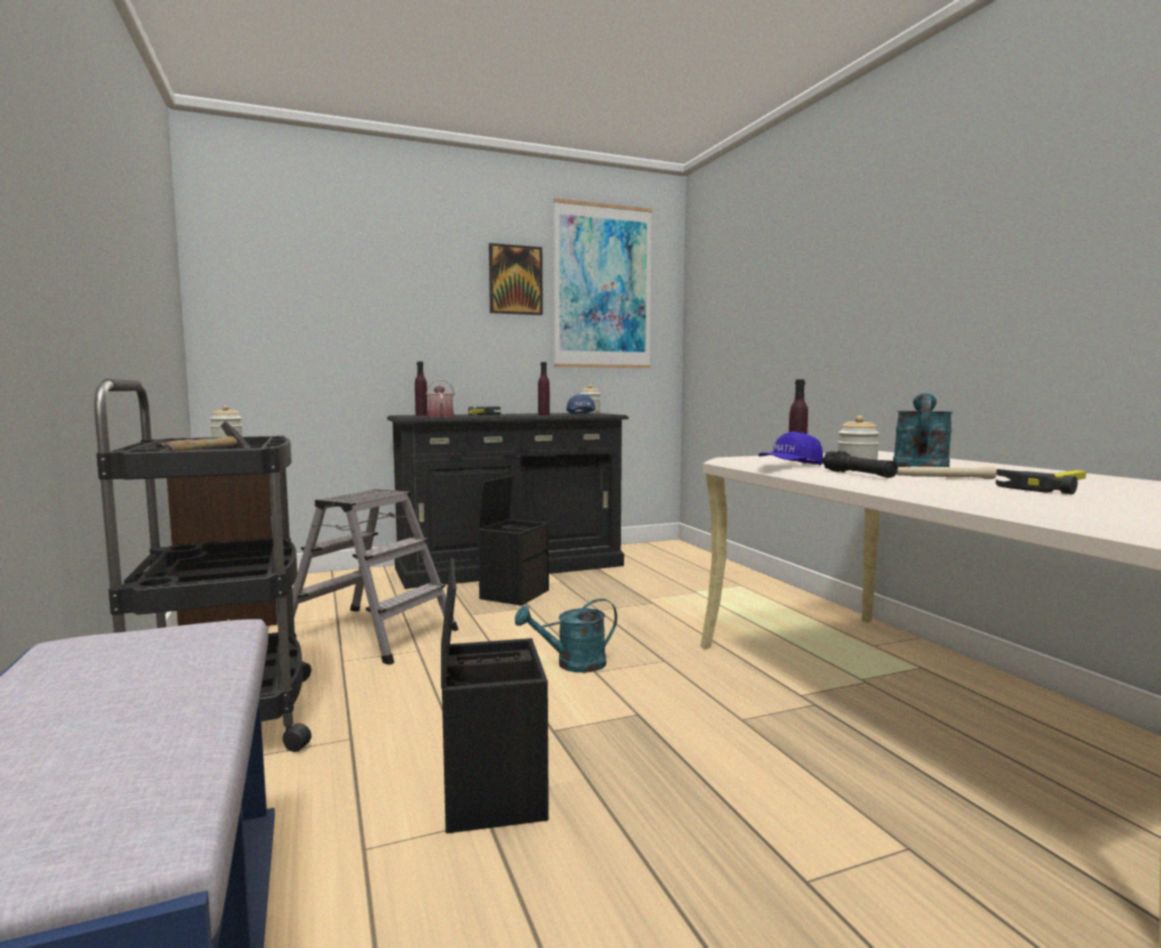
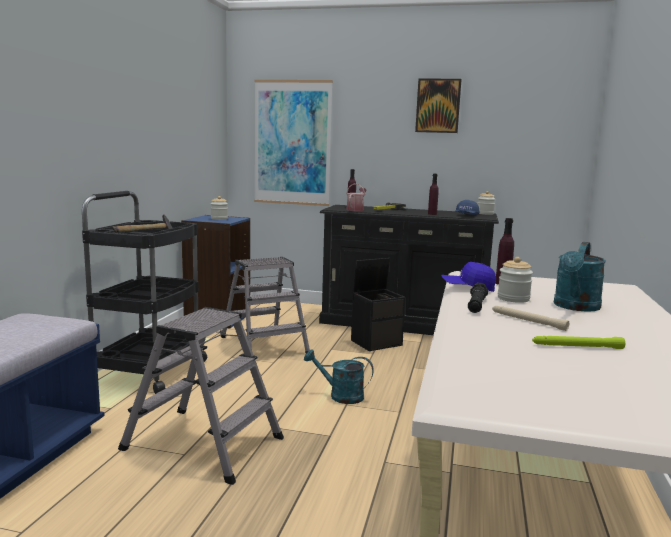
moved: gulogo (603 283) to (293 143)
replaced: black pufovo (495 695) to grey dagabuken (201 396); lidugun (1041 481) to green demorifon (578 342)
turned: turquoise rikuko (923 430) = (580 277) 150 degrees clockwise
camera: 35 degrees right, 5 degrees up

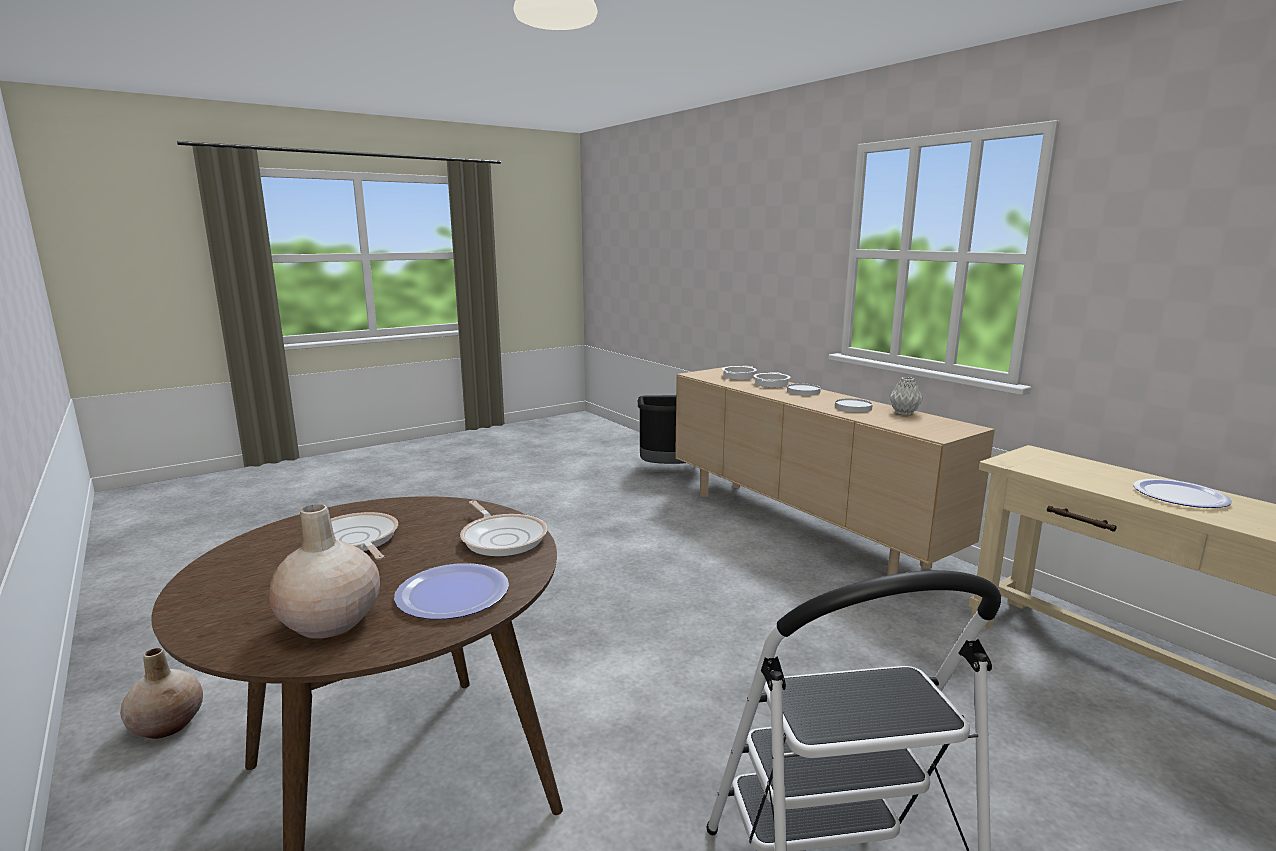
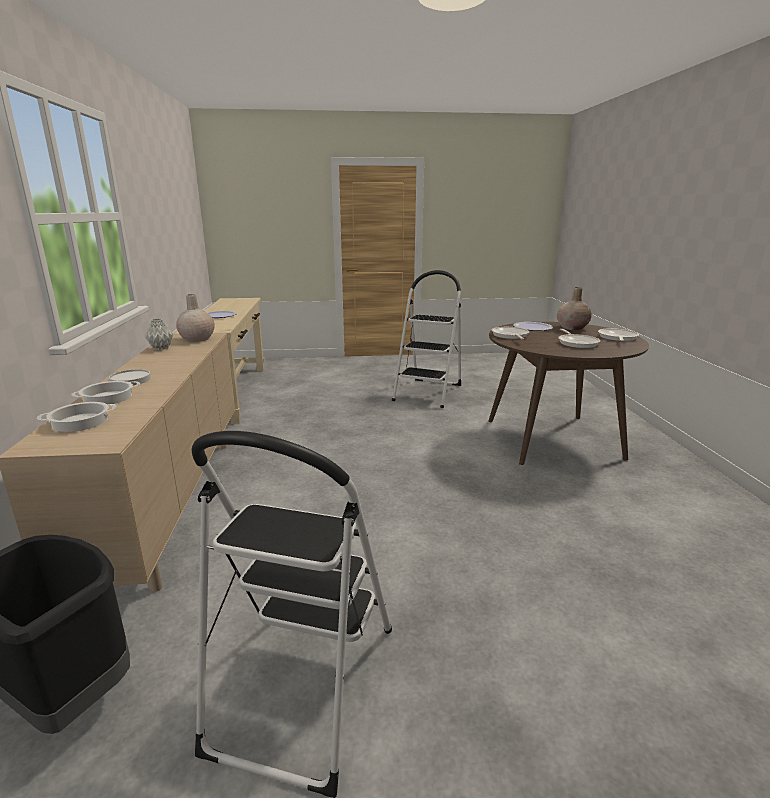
removed: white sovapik (854 405)
added: dagabuken (292 614); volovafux (618 334)
moved: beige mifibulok (161 693) to (195 318)
camera: 150 degrees left, 5 degrees up

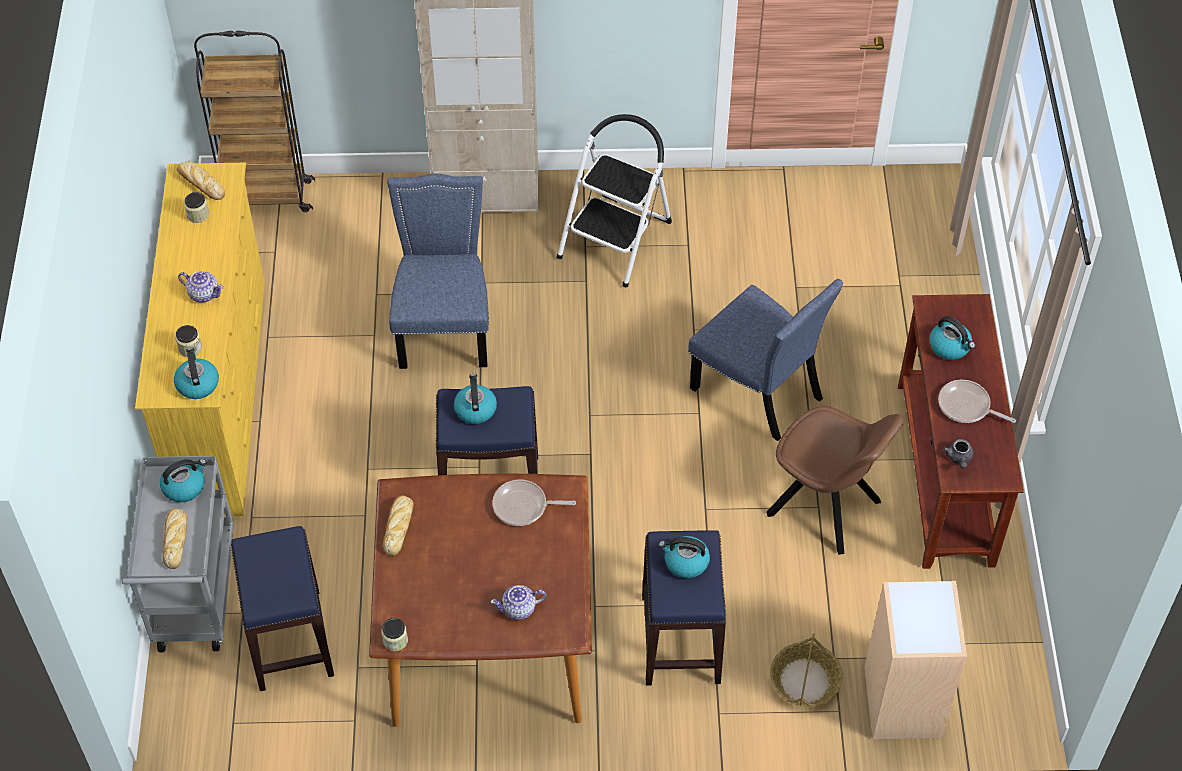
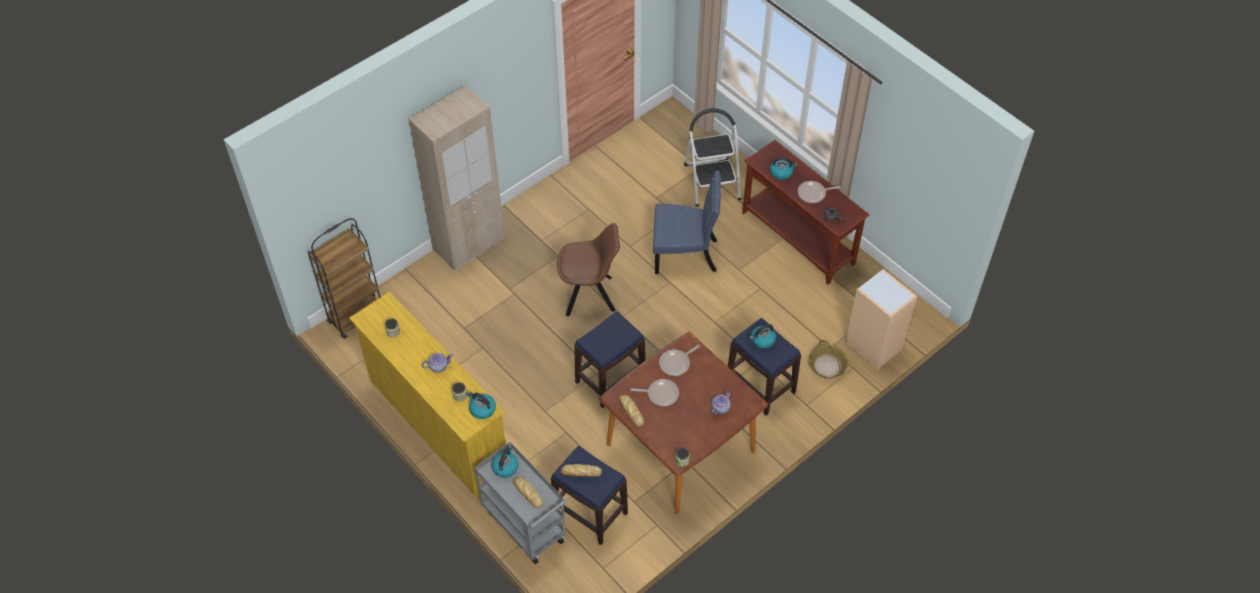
removed: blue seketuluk (438 271); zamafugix (475 398)
added: volovafux (655 392)
moved: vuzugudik (201 180) to (581 470); dagabuken (614 200) to (713 157); brown seketuluk (835 480) to (588 269)
camera: 40 degrees left, 0 degrees up

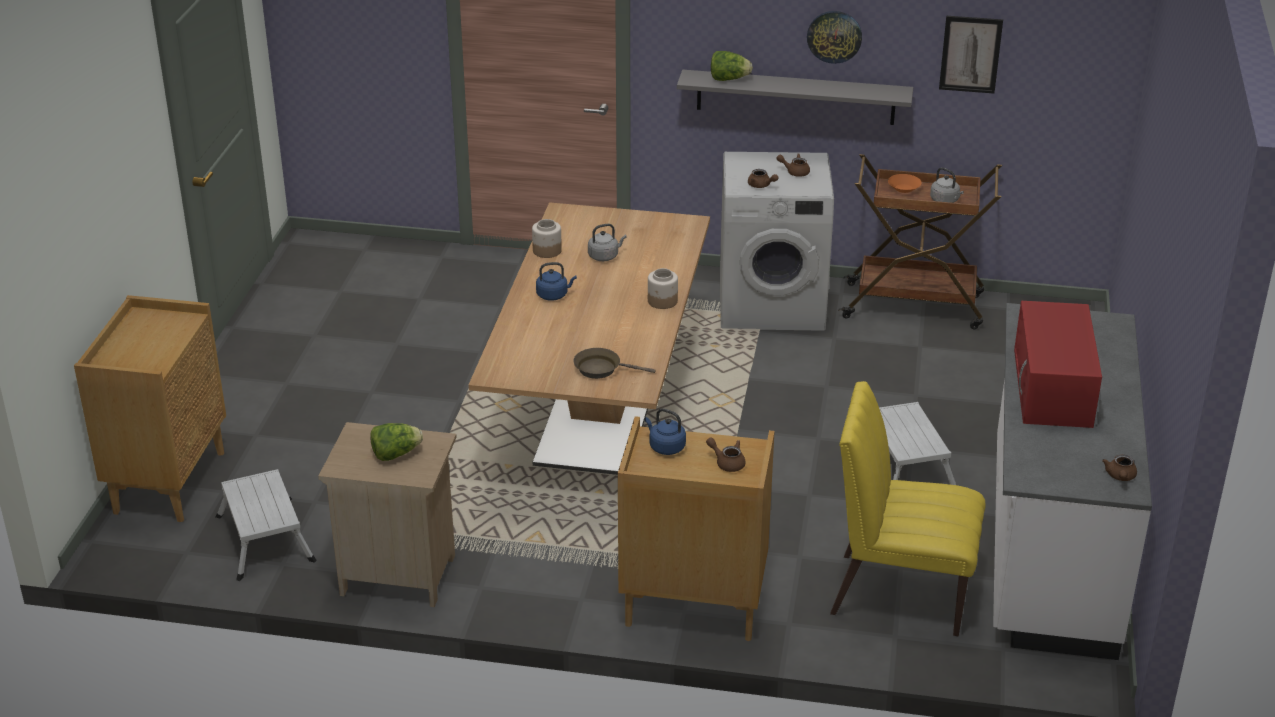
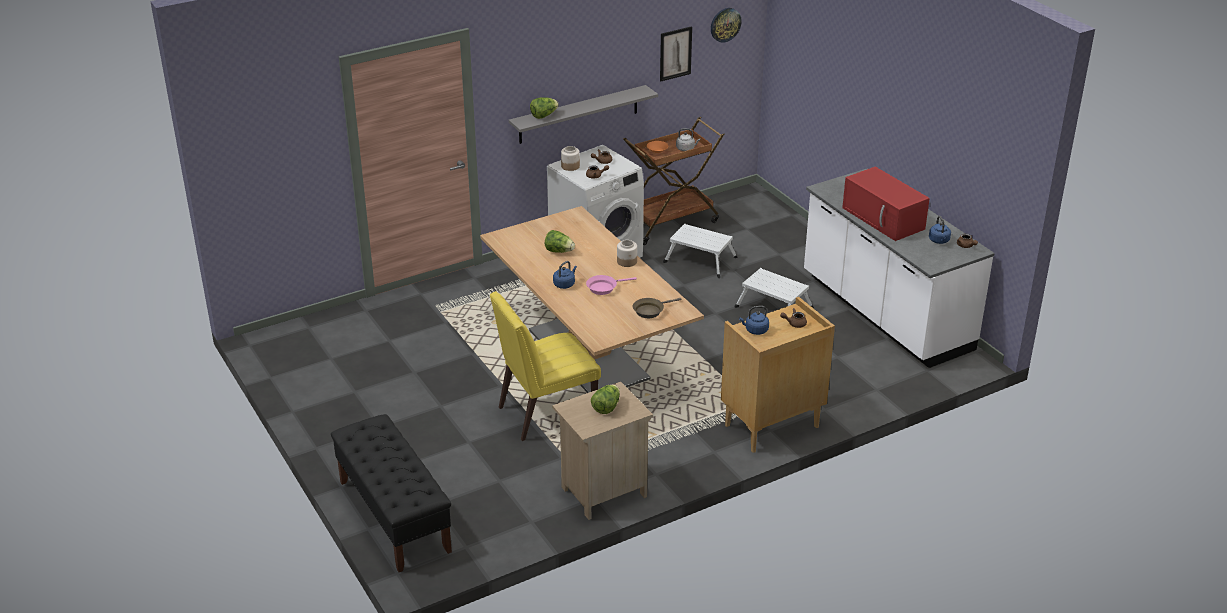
added: pink volovafux (611 285); blue zamafugix (940 230)
moved: white dagabuken (266 525) to (700 250); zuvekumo (547 238) to (570 158); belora (834 37) to (726 25); yellow seketuluk (907 508) to (545 366)
replaced: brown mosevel (150 408) to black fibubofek (391 493); grey zamafugix (607 242) to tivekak (560 241)
camera: 40 degrees left, 0 degrees up

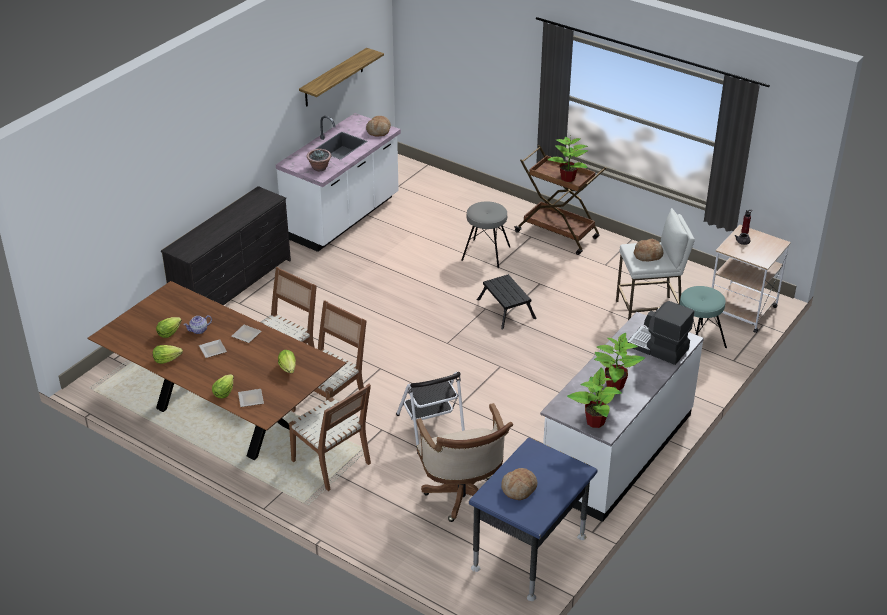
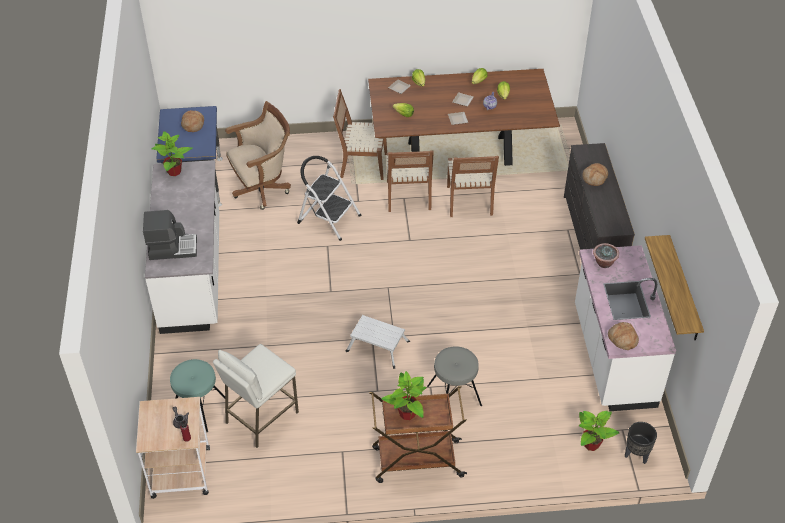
added: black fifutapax (641 443)
moved: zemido (619 361) to (599 431); vuzugudik (649 250) to (595 174)
recoloured: black dagabuken (507 301) to white dagabuken (378 342)
turned: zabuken (464 462) = (258 155) 120 degrees clockwise
camera: 140 degrees right, 10 degrees up

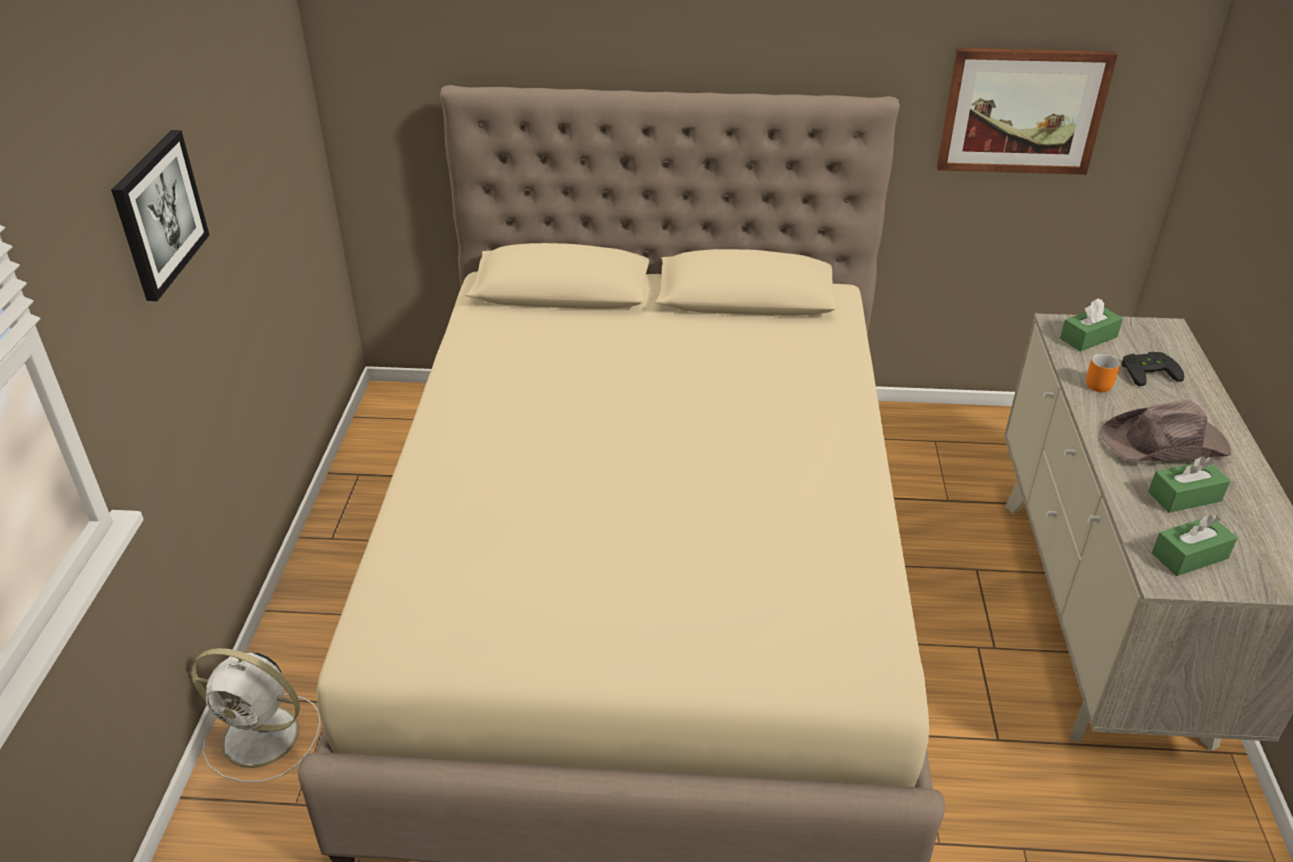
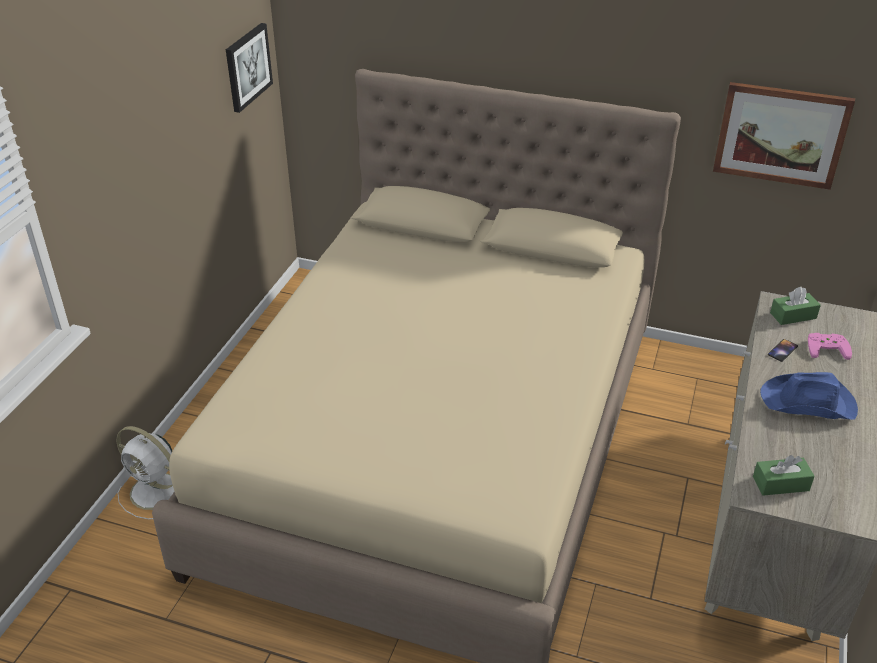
removed: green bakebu (1189 484)
moved: gulogo (160 215) to (249 68)
replaced: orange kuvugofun (1103 372) to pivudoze (783 350)
recoloured: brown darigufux (1165 431) to blue darigufux (809 396); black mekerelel (1153 369) to pink mekerelel (830 346)
camera: 15 degrees right, 0 degrees up

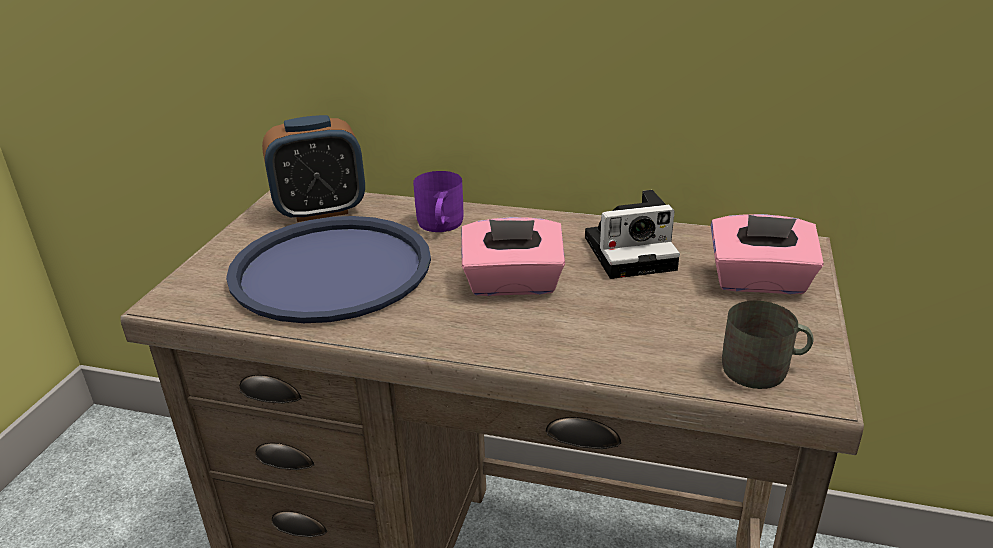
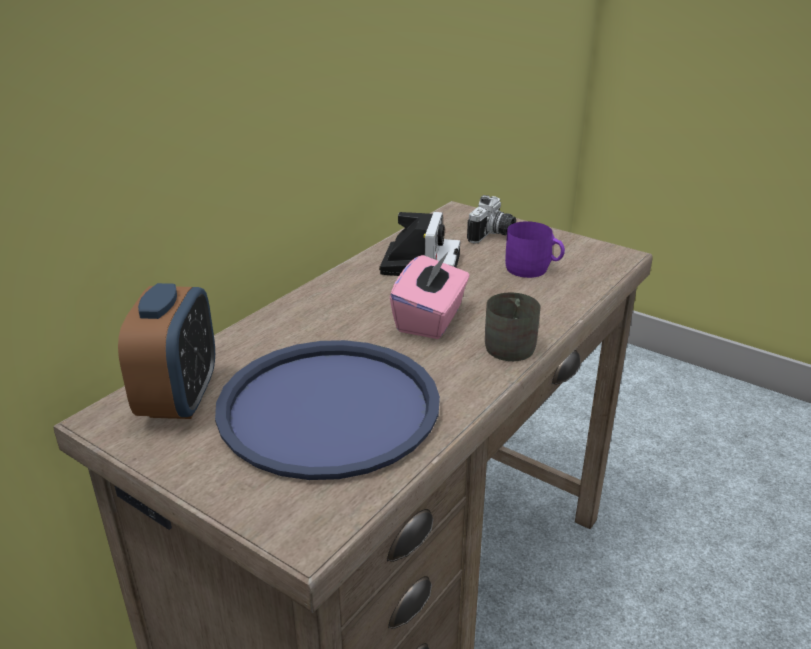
moved: purple kuvugofun (438 201) to (535 249); grey kuvugofun (767 345) to (512 327)
replaced: pink bakebu (767 254) to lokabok (491 219)
camera: 70 degrees left, 0 degrees up

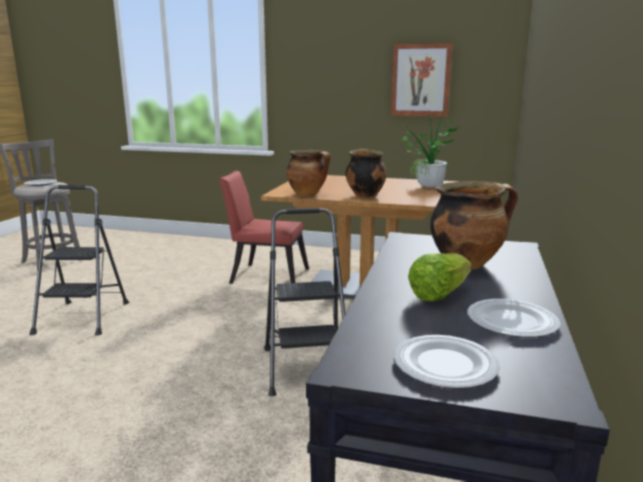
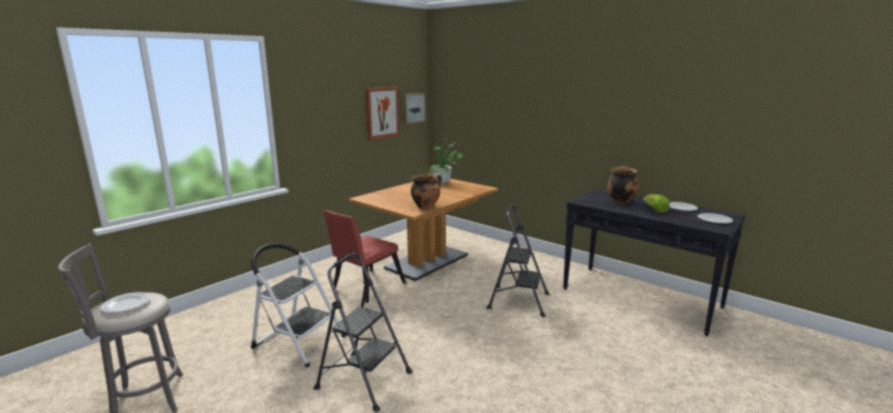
removed: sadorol (366 173)
added: dagabuken (298 305); gulogo (414 108)
camera: 65 degrees left, 0 degrees up

